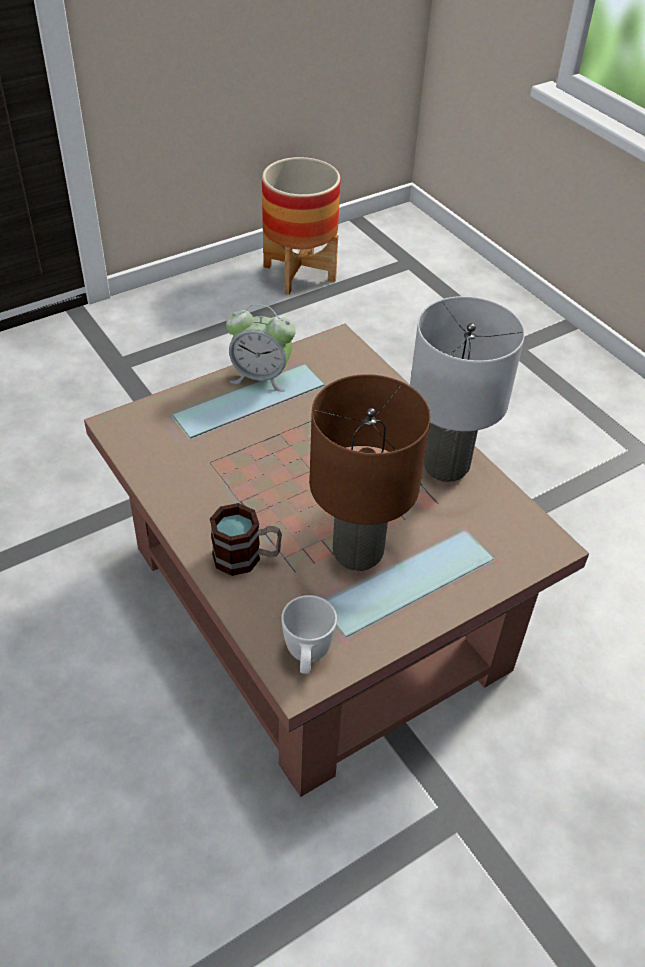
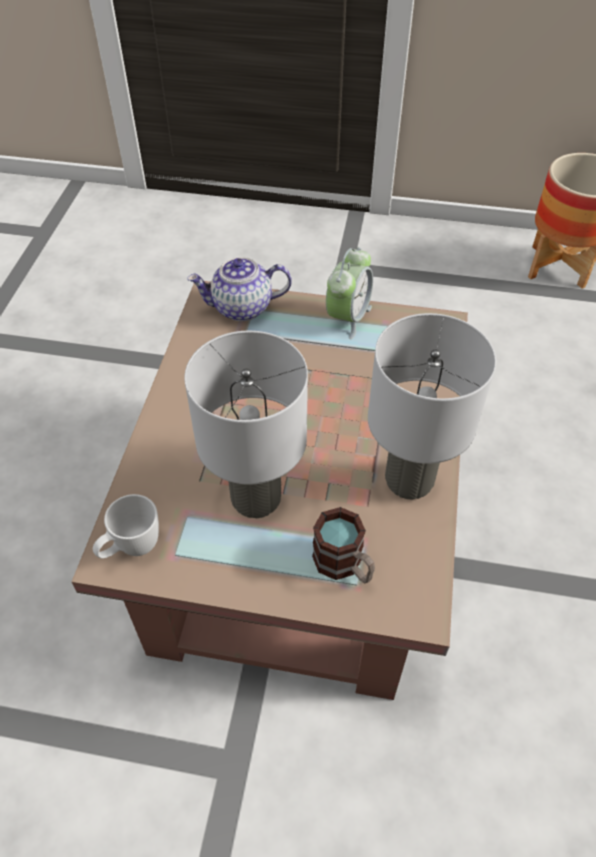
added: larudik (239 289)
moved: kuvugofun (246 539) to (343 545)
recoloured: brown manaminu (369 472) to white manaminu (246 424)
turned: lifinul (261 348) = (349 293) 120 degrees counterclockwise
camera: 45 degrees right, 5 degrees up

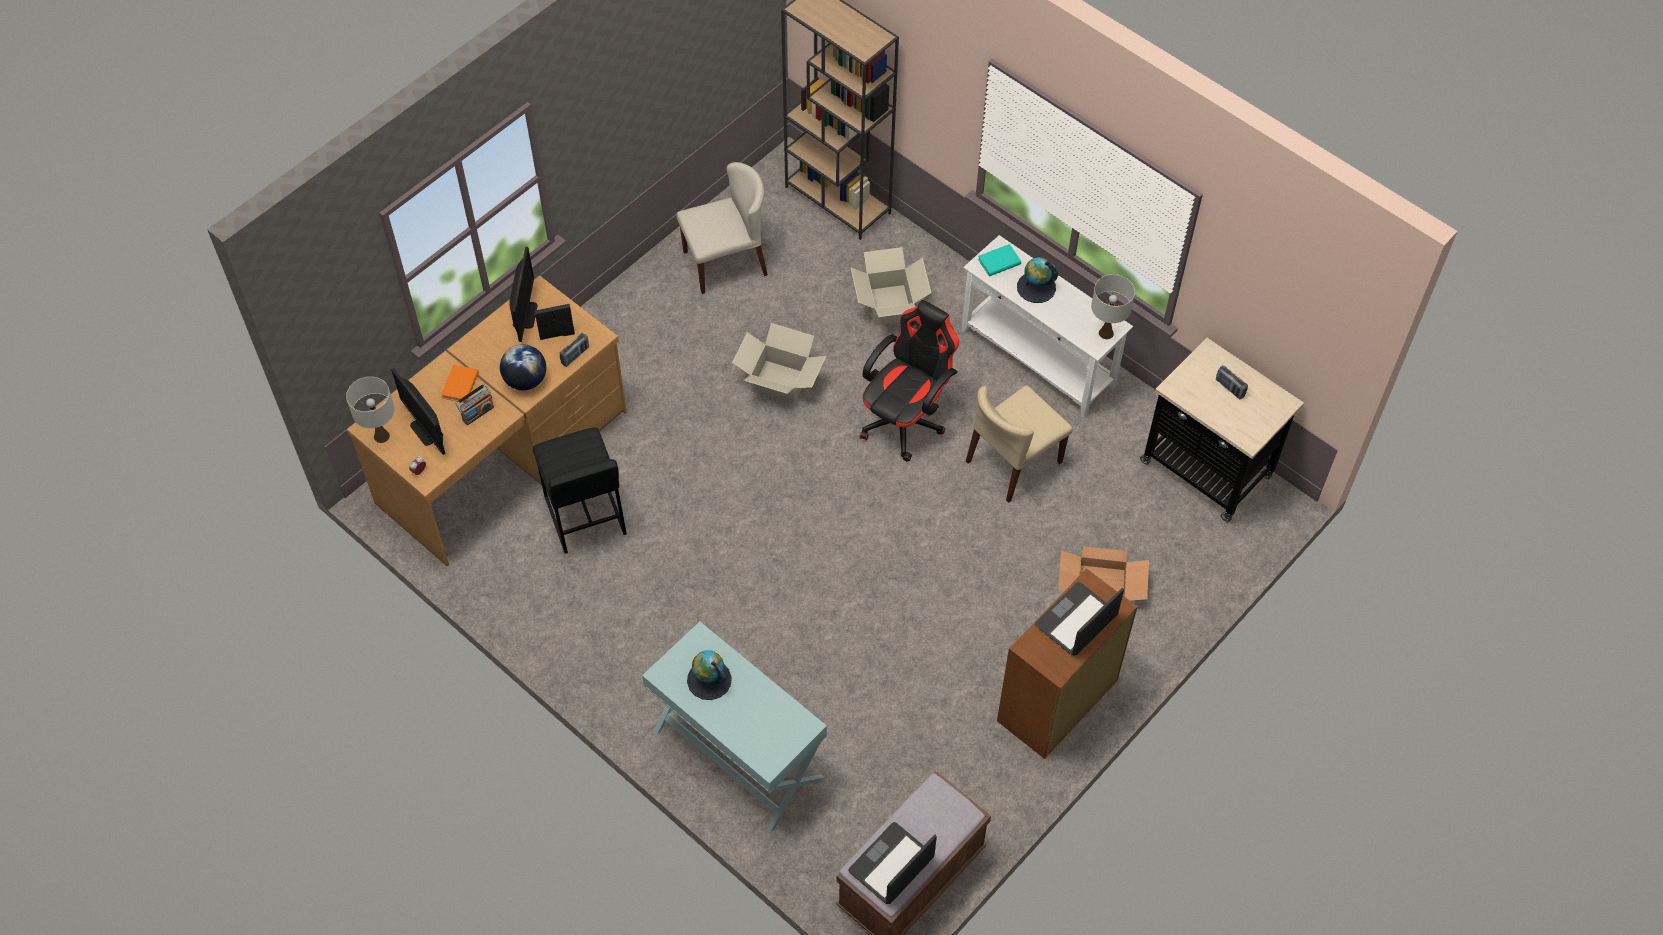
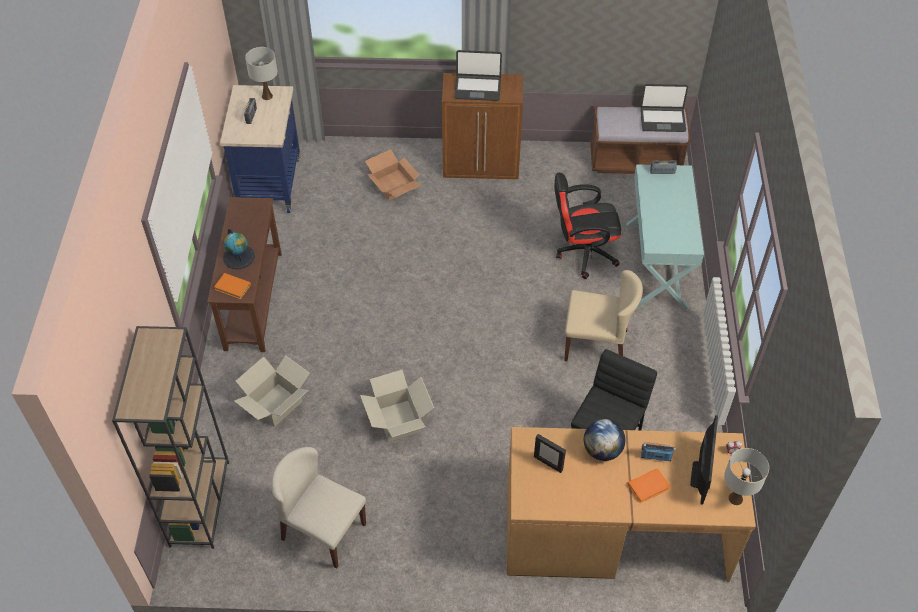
removed: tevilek (523 294); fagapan (709 675)
moved: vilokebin (574 350) to (663 167); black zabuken (909 381) to (587 226); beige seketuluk (1019 444) to (603 315); white manaminu (1113 306) to (261 73)
recoloured: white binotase (1047 326) to brown binotase (244 274); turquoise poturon (999 260) to orange poturon (232 286); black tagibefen (1222 430) to blue tagibefen (260 149)
camera: 130 degrees left, 5 degrees down

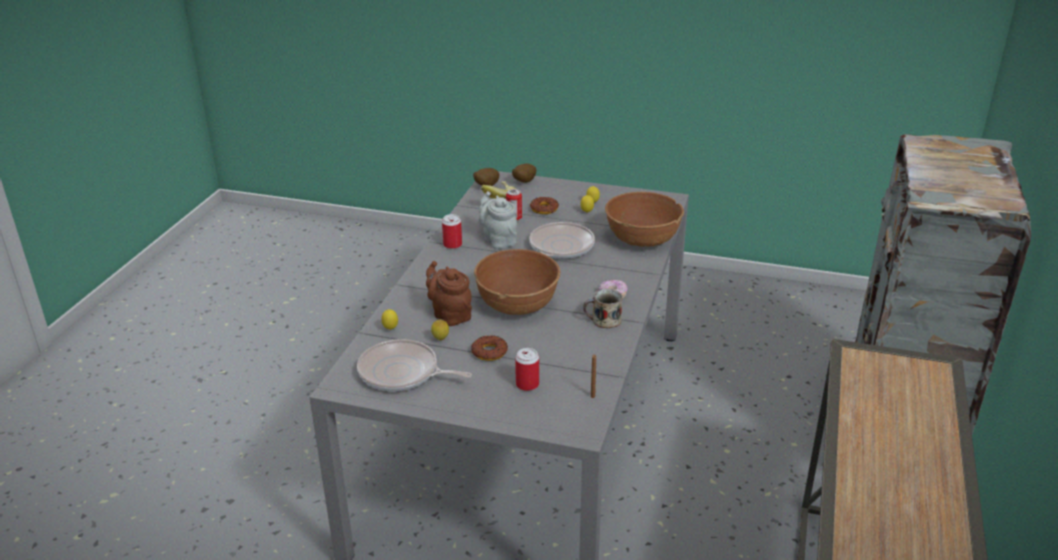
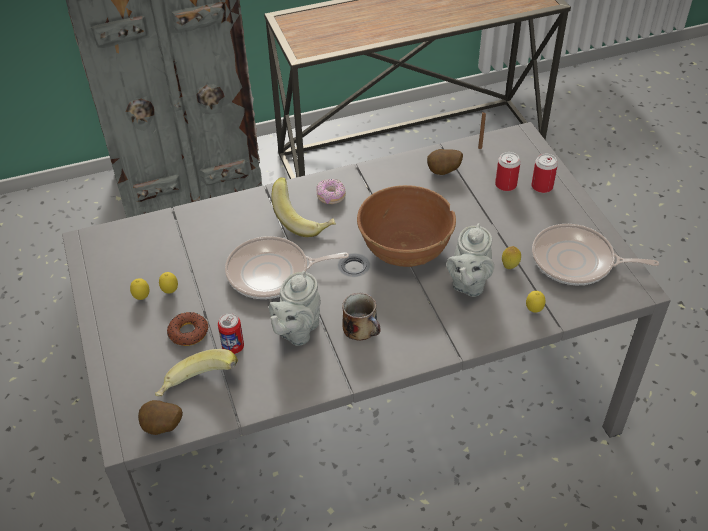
removed: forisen (489 348); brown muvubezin (644 219)
added: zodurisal (304 207)
moved: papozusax (452 231) to (544 173); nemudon (524 173) to (445 162); kuvugofun (603 308) to (361 316)
recoloured: brown larudik (449 293) to grey larudik (470 260)
turned: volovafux (414 365) = (595 254) 120 degrees clockwise
camera: 125 degrees left, 15 degrees up

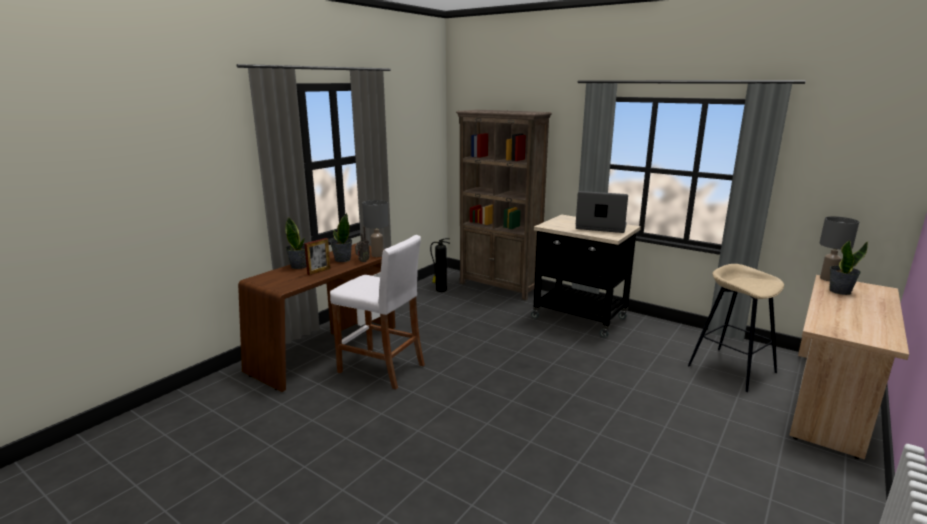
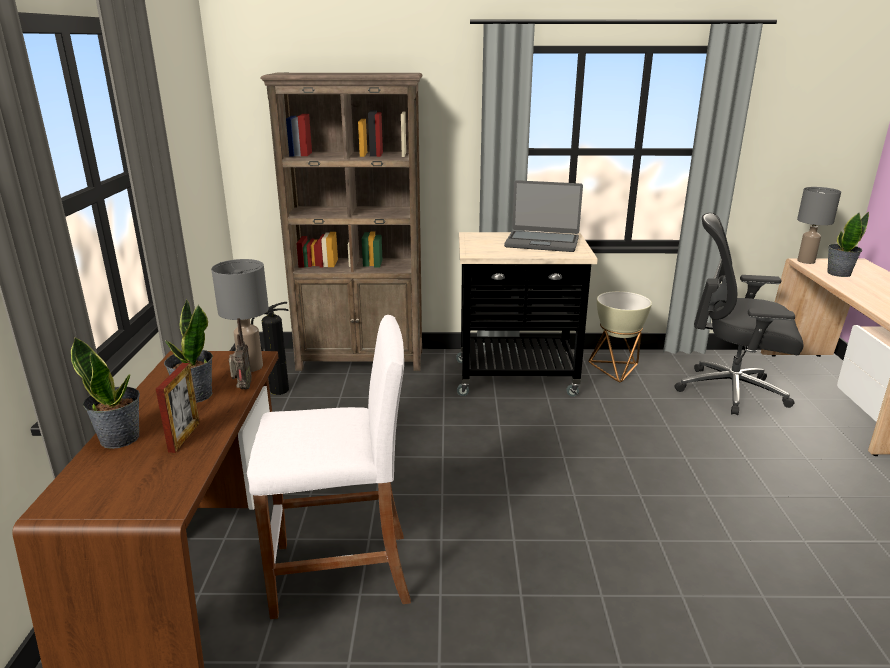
added: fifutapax (620 336)
replaced: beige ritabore (736 328) to zabuken (739 314)
turned: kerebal (602 212) = (543 216) 150 degrees counterclockwise
camera: 35 degrees left, 5 degrees up

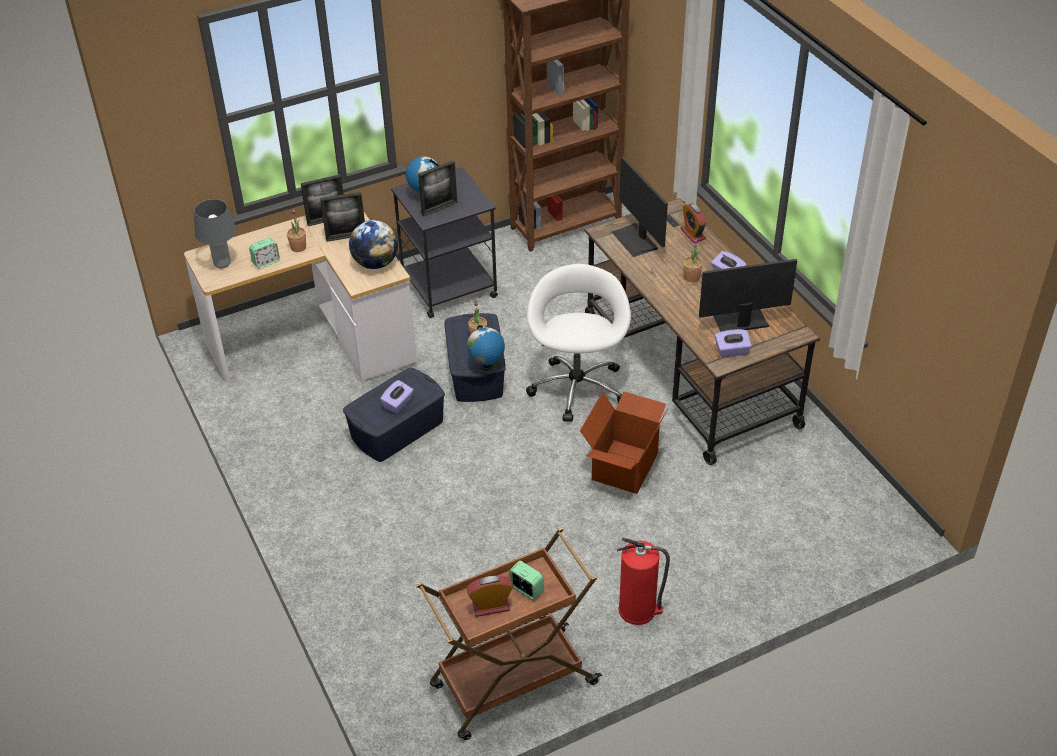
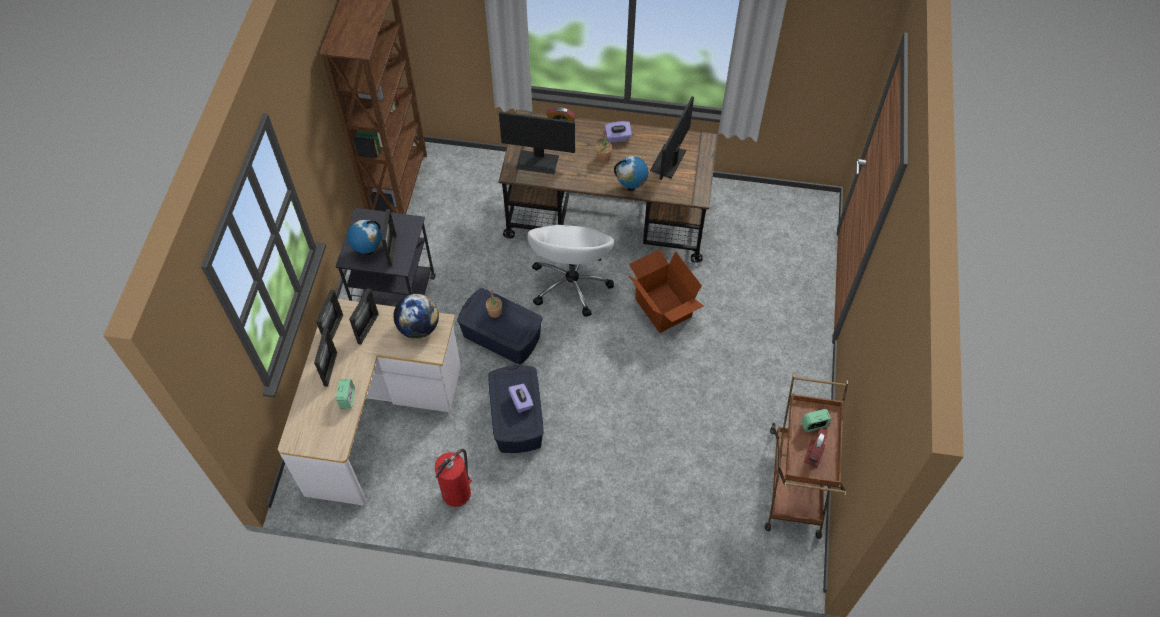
removed: grey manaminu (215 233); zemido (296 230); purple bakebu (733 343)
added: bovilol (325 357)
moved: fagapan (486 347) to (631 173); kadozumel (643 581) to (453 478)
turned: white zabuken (578 343) = (570 271) 120 degrees counterclockwise
camera: 55 degrees left, 15 degrees up

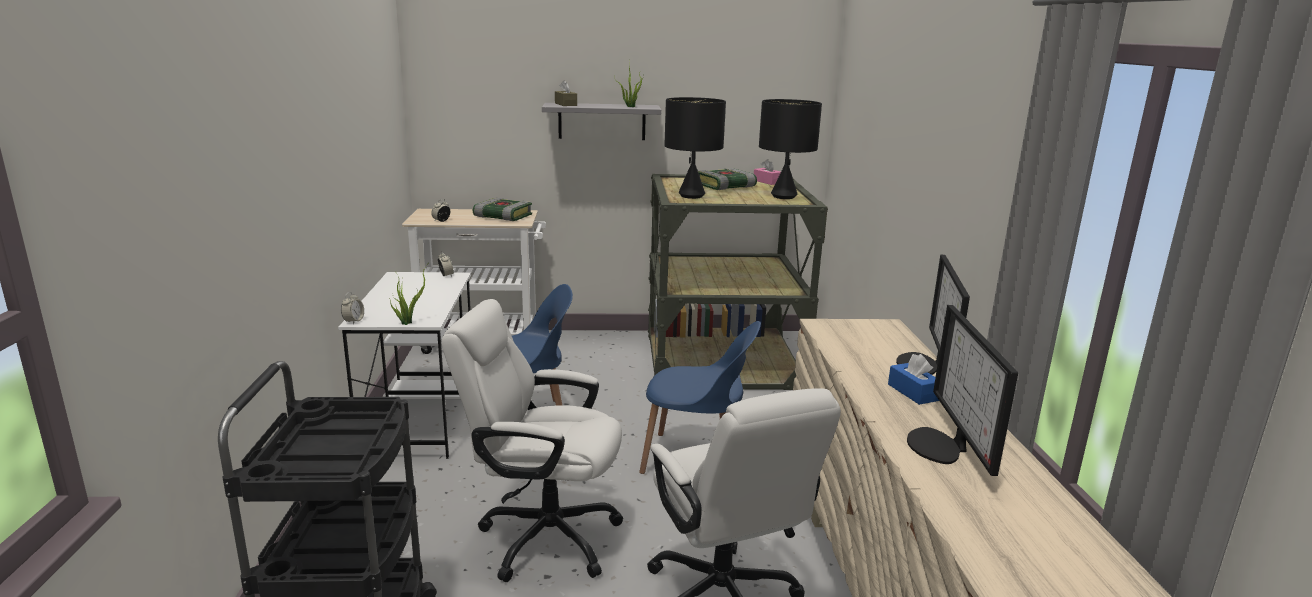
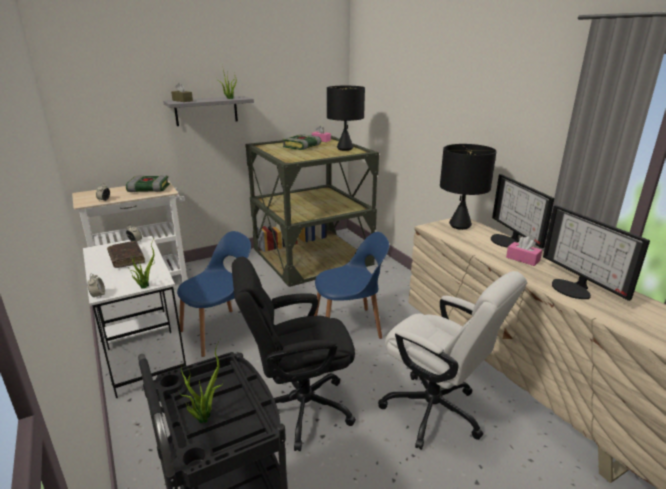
added: brown poturon (126 254); zemido (200 381)
moved: black manaminu (695 148) to (468 187)
recoloured: white zabuken (532 440) to black zabuken (294 354); blue bakebu (913 379) to pink bakebu (524 251)
camera: 25 degrees left, 5 degrees up

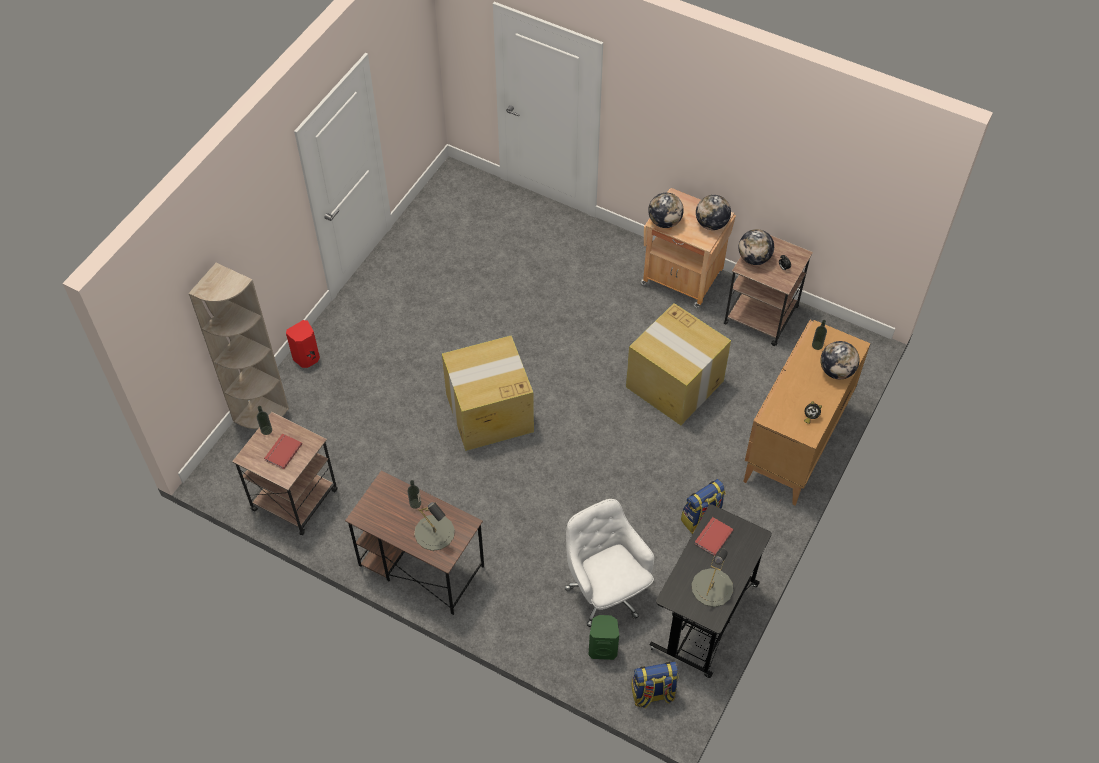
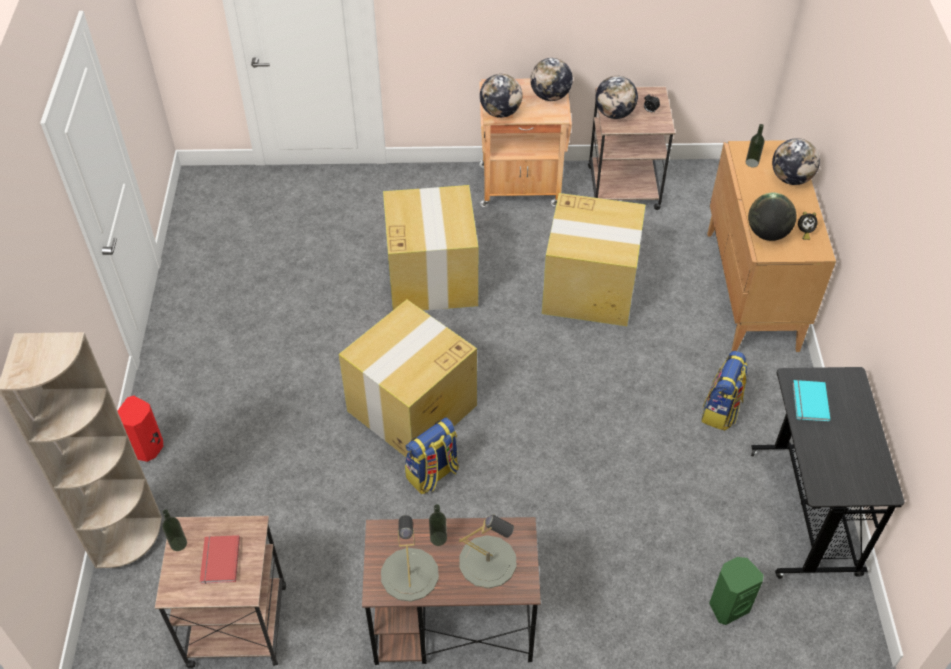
removed: white zabuken (609 563)
added: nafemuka (430 248); fagapan (772 216)
moved: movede (655 685) to (432 455); grey manaminu (712 577) to (410 558)
recoloured: red poturon (714 536) to turquoise poturon (811 400)
camera: 30 degrees left, 5 degrees down

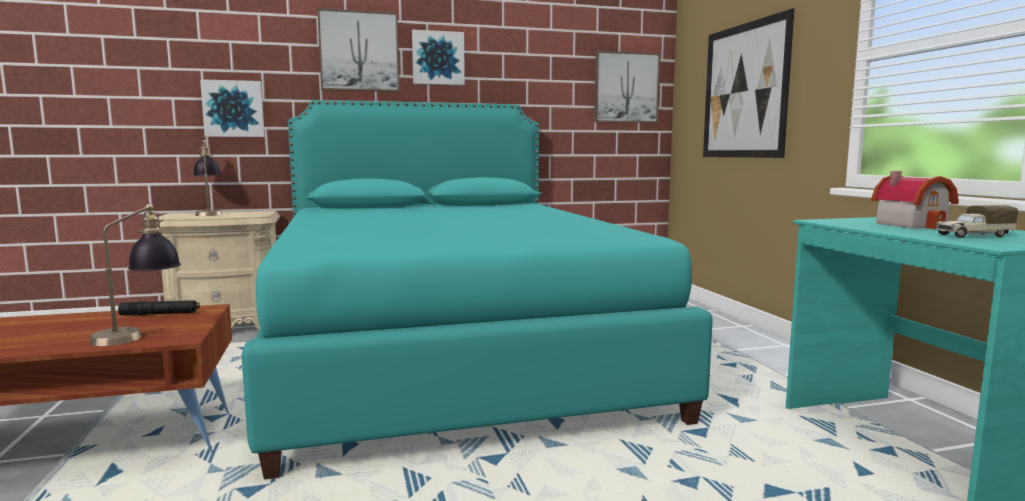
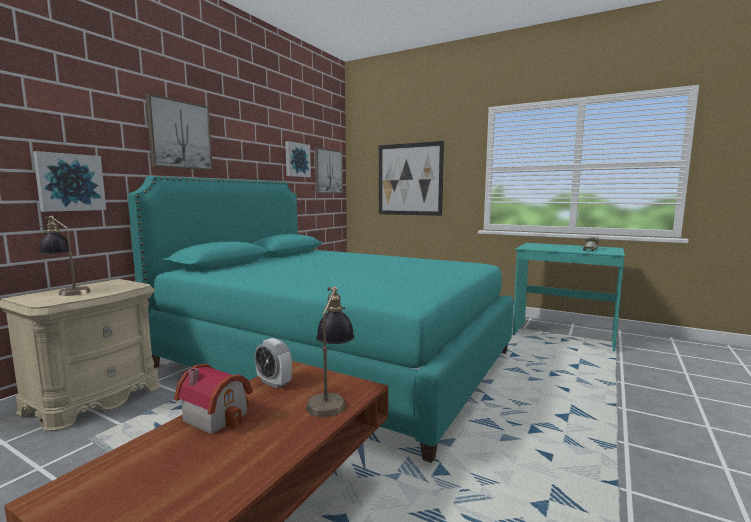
moved: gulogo (438 58) to (298 159); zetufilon (915 200) to (213 399)
replaced: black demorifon (159 307) to lifinul (273 363)
camera: 45 degrees left, 0 degrees up

